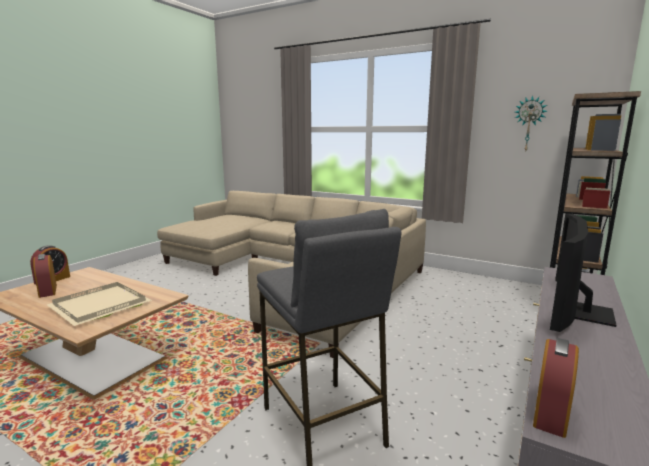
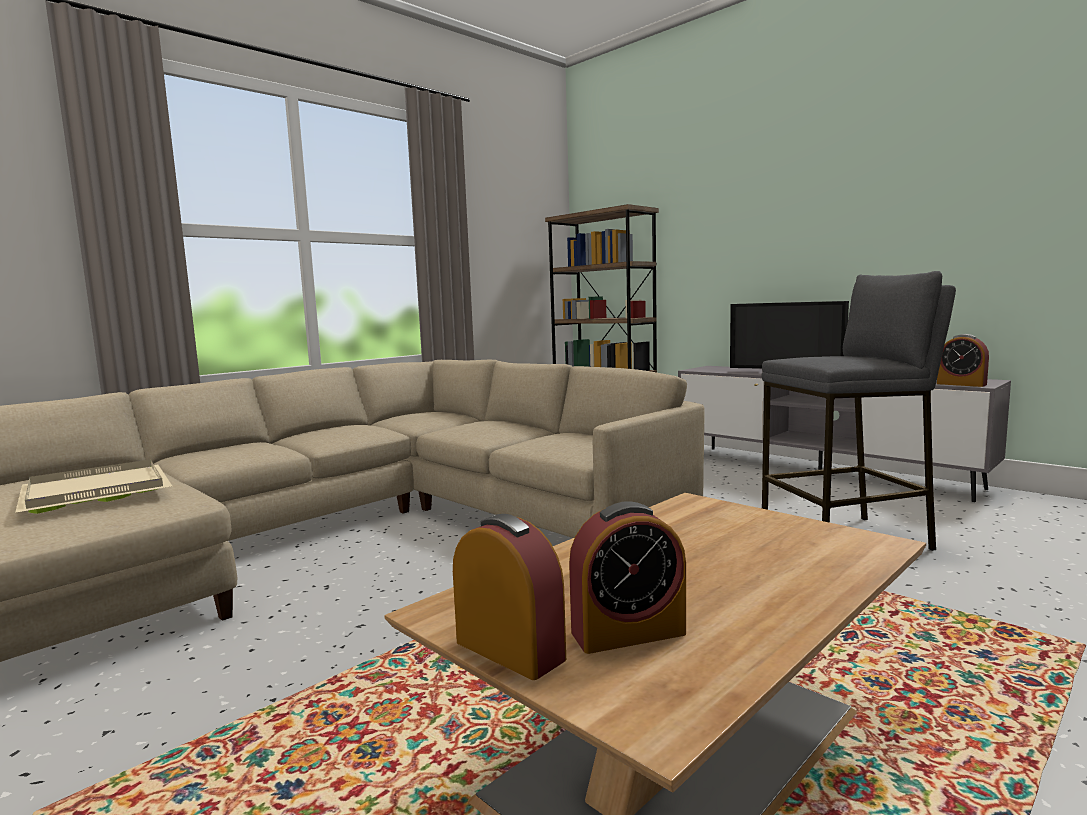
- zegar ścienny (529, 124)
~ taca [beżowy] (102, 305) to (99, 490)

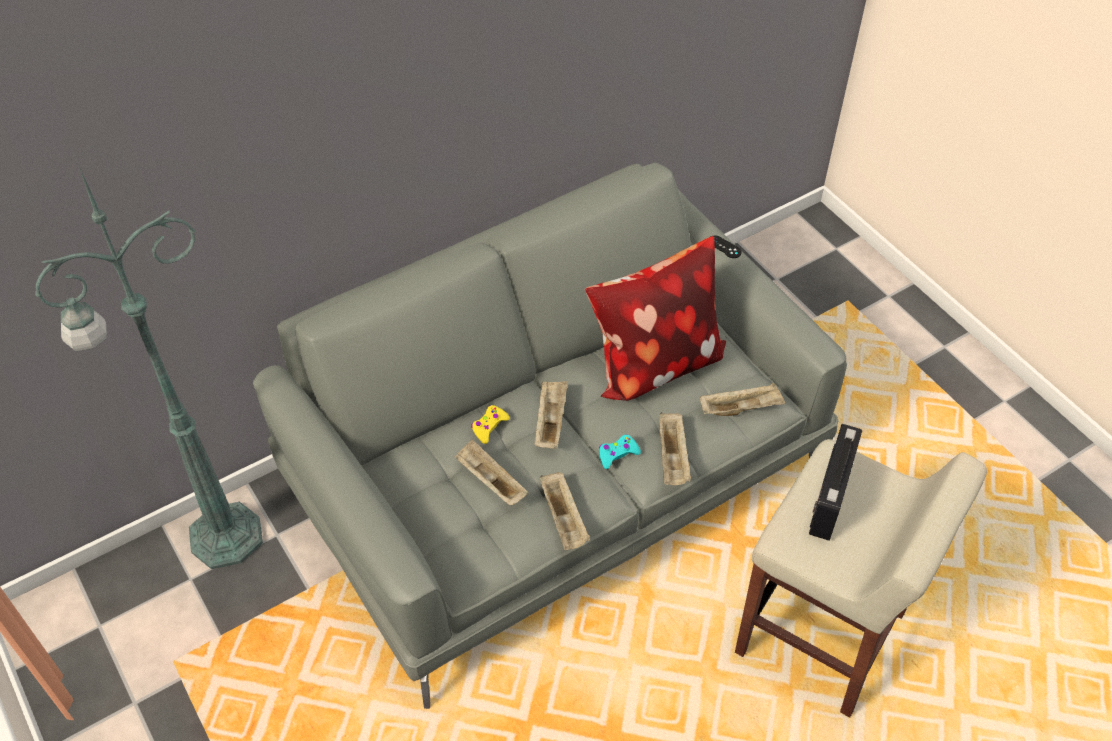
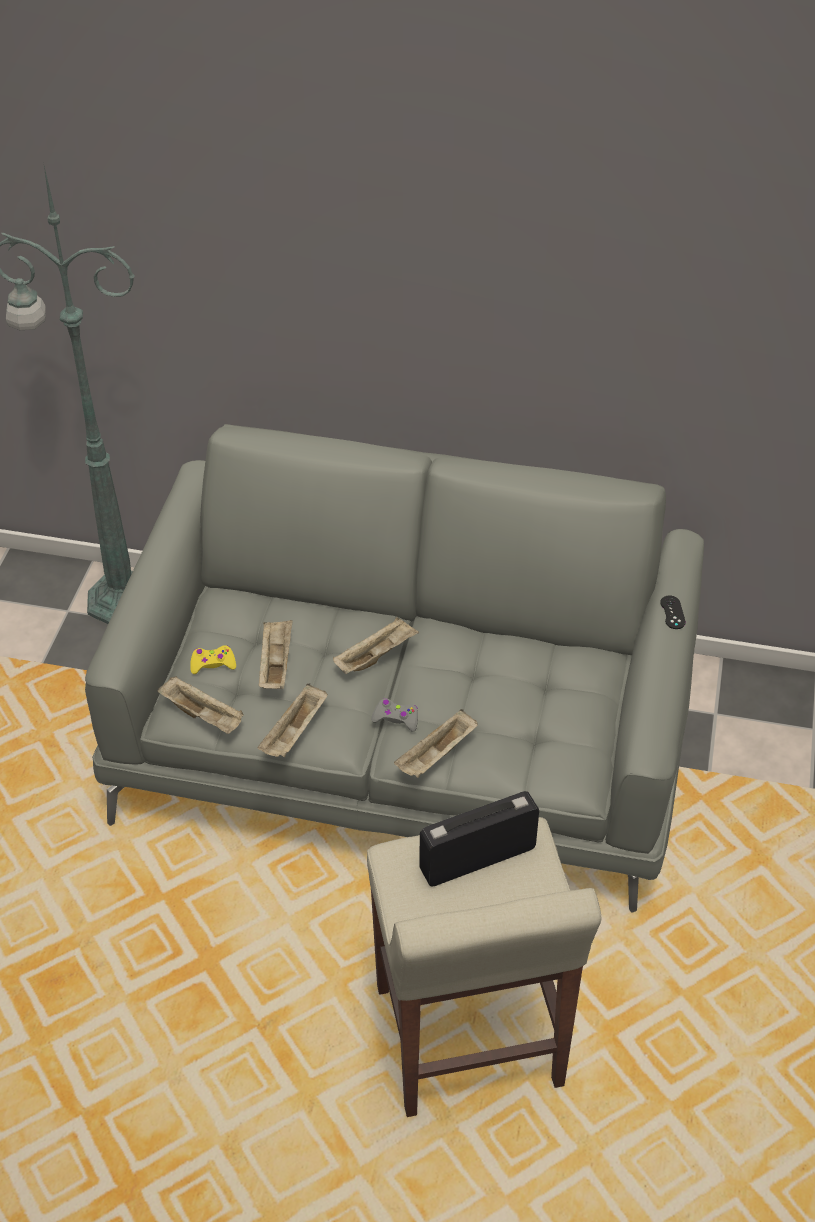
- poduszka (654, 363)
~ pad do gier [żółty] (489, 427) to (213, 664)
~ taca [beżowy] (741, 408) to (203, 716)
~ pad do gier [turkusowy] (617, 454) to pad do gier [szary] (396, 718)

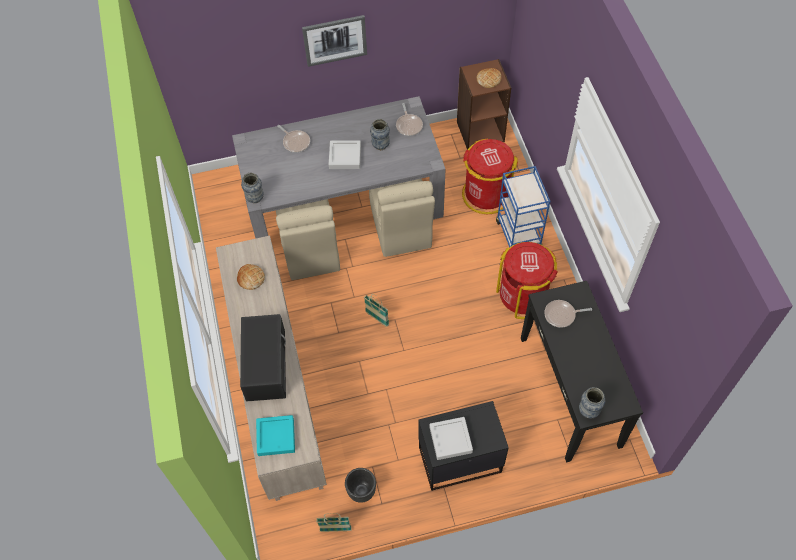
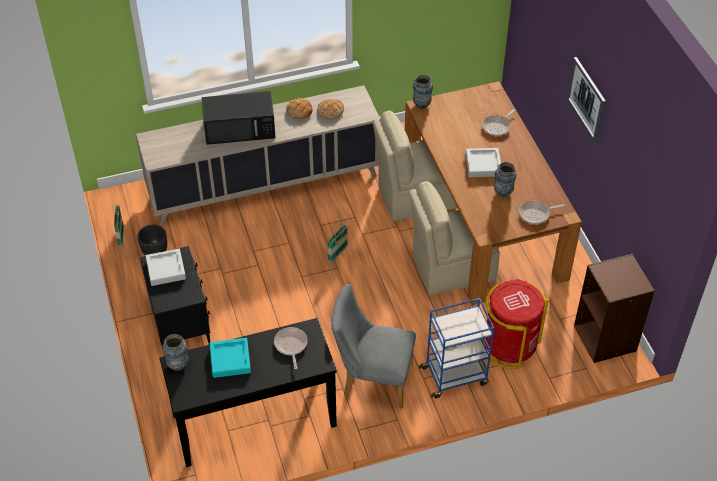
~ taca [turkusowy] (276, 437) to (230, 360)
~ chleb (488, 79) to (299, 110)
~ kosz na śmieci [czerwony] (523, 296) to krzesło [szary] (372, 379)
~ stół jadalny [szary] (343, 200) to stół jadalny [brązowy] (482, 218)

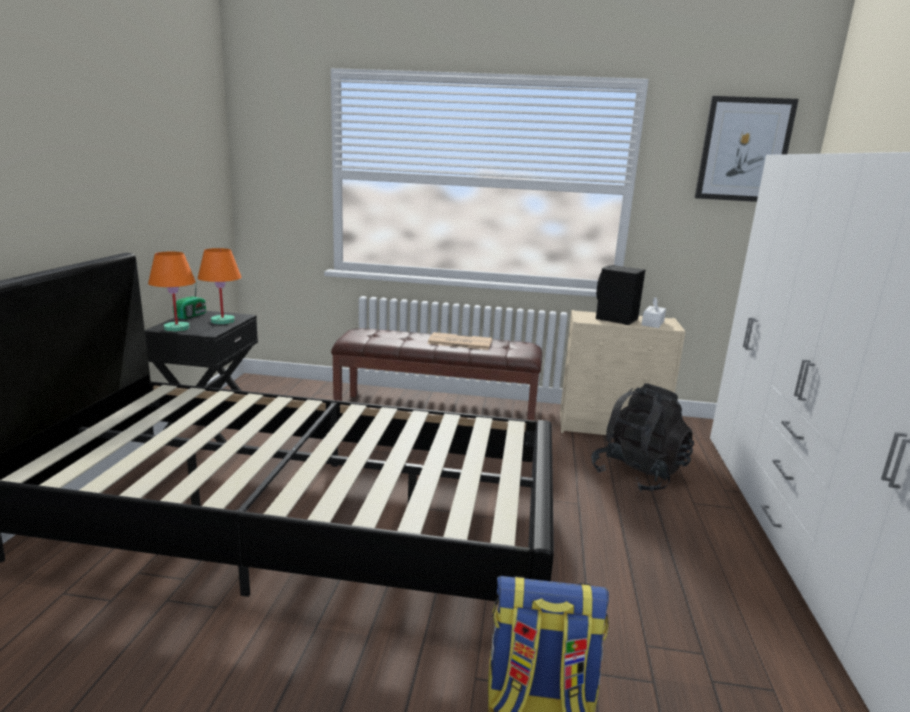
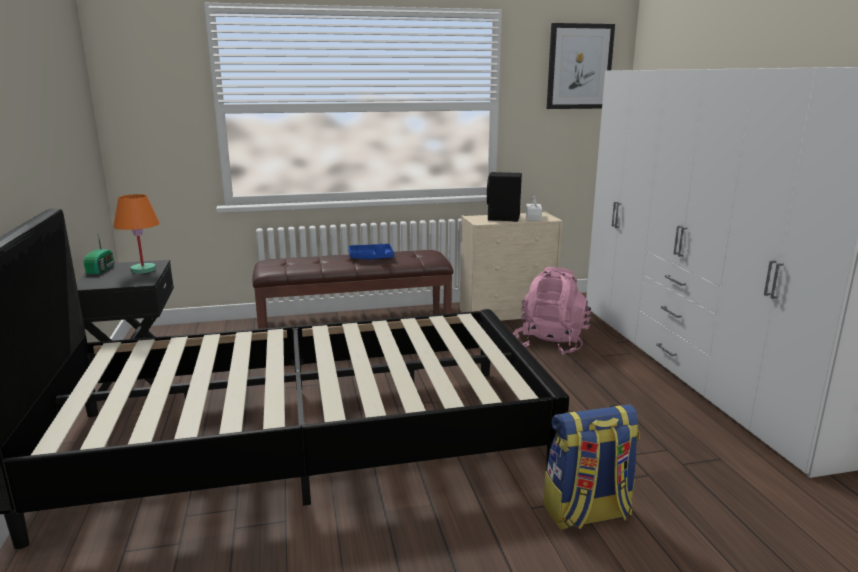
- lampa stołowa [pomarańczowy] (176, 328)
~ gazeta (459, 342) to taca [niebieski] (371, 258)
~ plecak [czarny] (638, 474) to plecak [różowy] (550, 344)

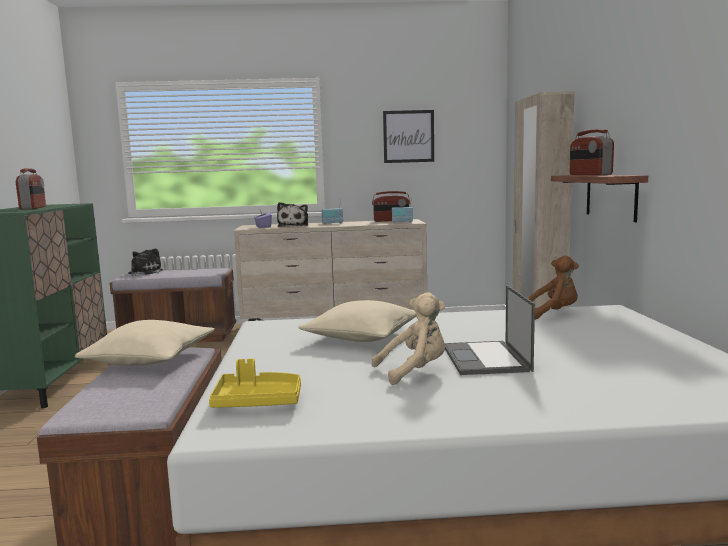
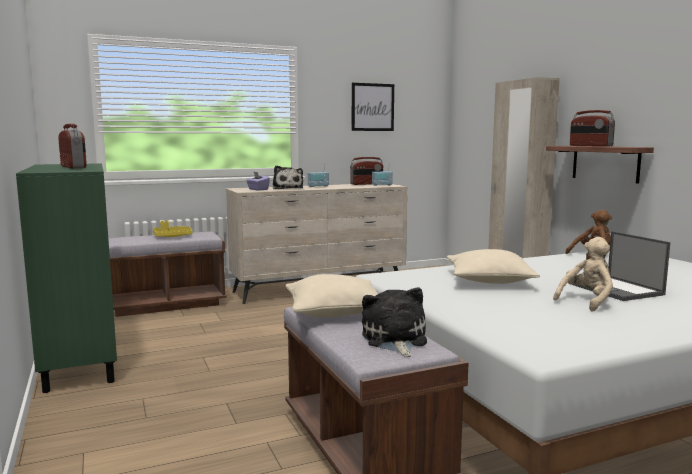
~ pluszak (144, 273) to (394, 340)
~ taca [żółty] (257, 401) to (172, 236)

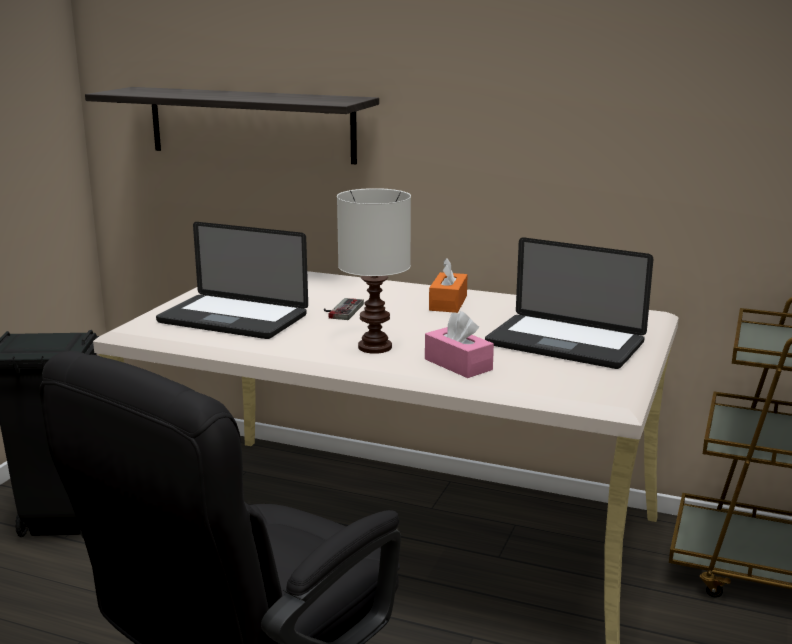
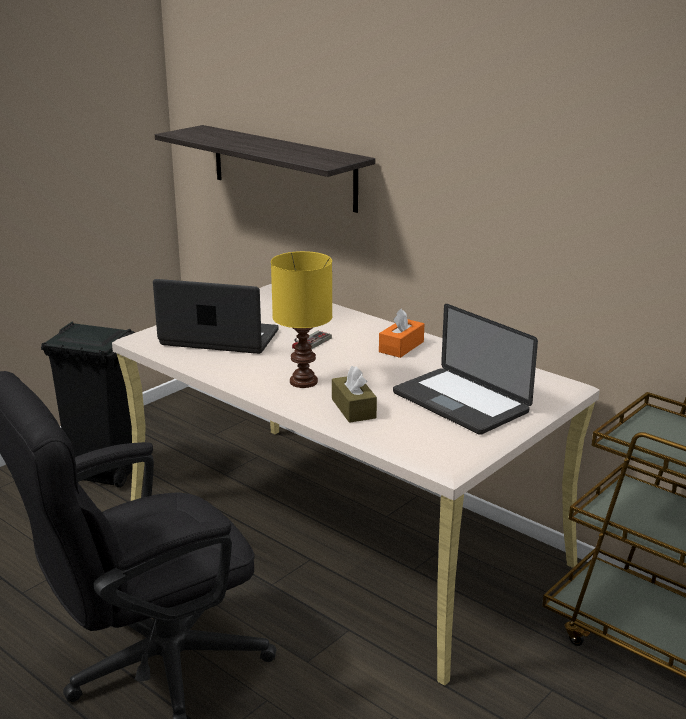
~ lampa stołowa [biały] (373, 347) to lampa stołowa [żółty] (302, 382)
~ pudełko chusteczek [różowy] (458, 364) to pudełko chusteczek [brązowy] (353, 408)
~ laptop (233, 319) = (219, 338) 150 degrees clockwise

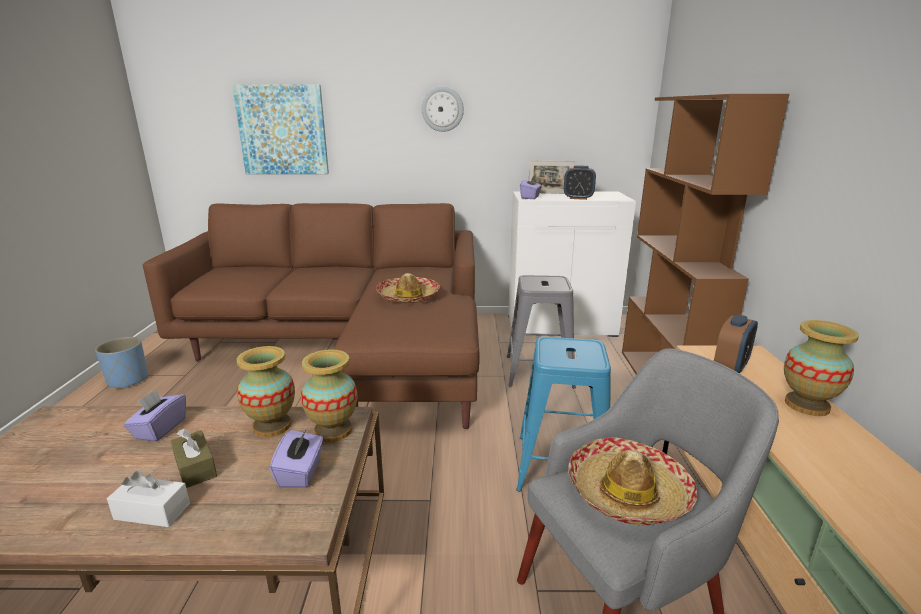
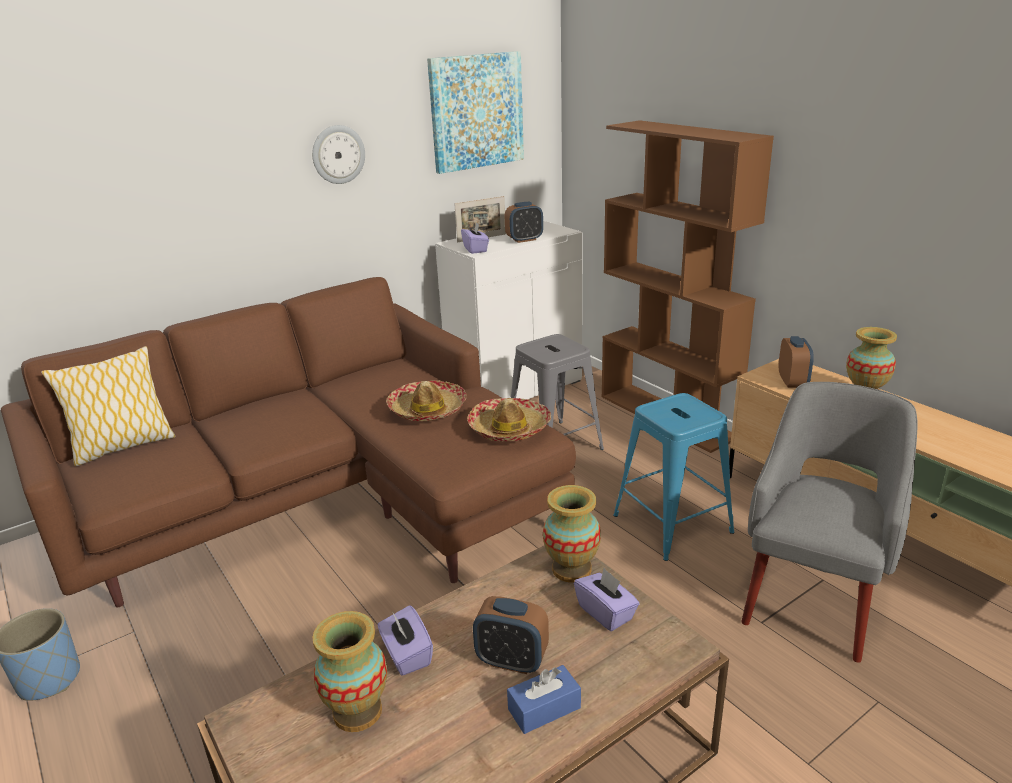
+ poduszka (123, 446)
~ obraz (283, 130) to (476, 111)
~ wazon (272, 426) to (357, 712)
~ kapelusz (628, 492) to (509, 428)
~ pudełko chusteczek [brązowy] (195, 467) to budzik (512, 661)
~ pudełko chusteczek [biały] (152, 511) to pudełko chusteczek [niebieski] (544, 708)

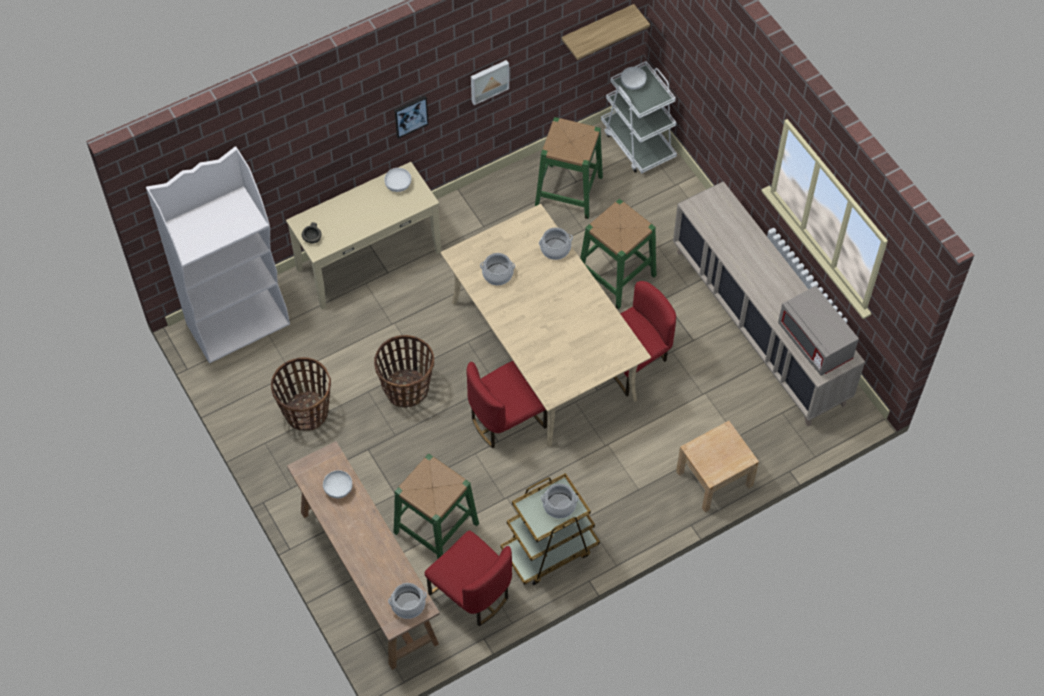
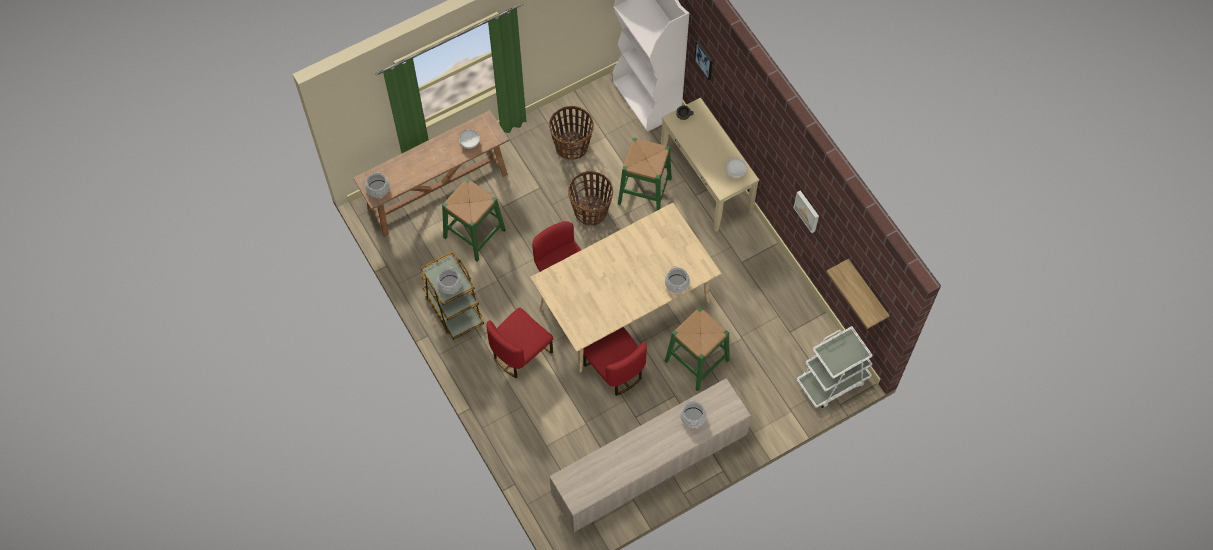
- miska [biały] (633, 83)
- szafka nocna [beżowy] (714, 478)
- mikrofalówka [szary] (815, 342)
~ obraz (410, 115) to (704, 59)
~ krzesło [czerwony] (471, 593) to (520, 353)
~ garnek (497, 274) to (692, 417)
~ stołek [zielony] (569, 190) to (644, 191)

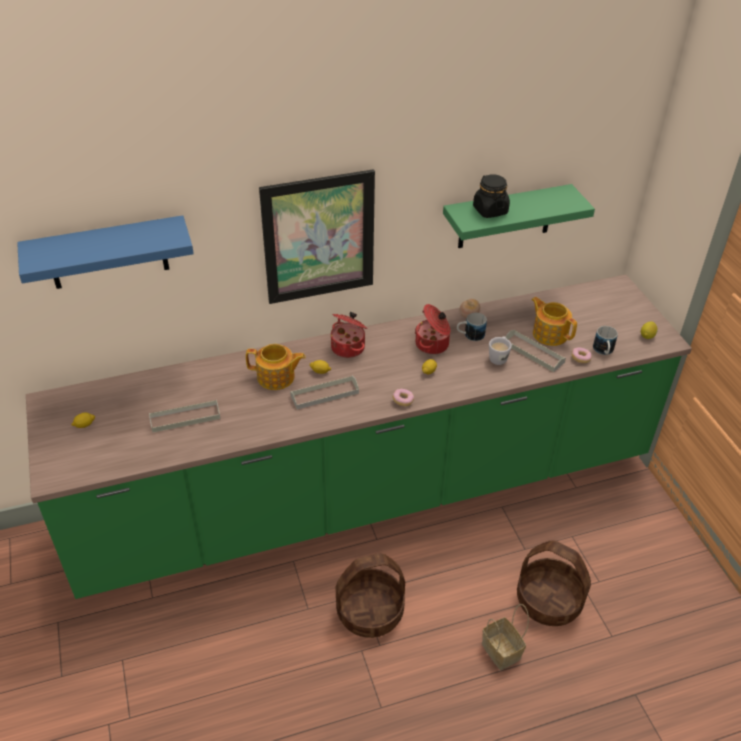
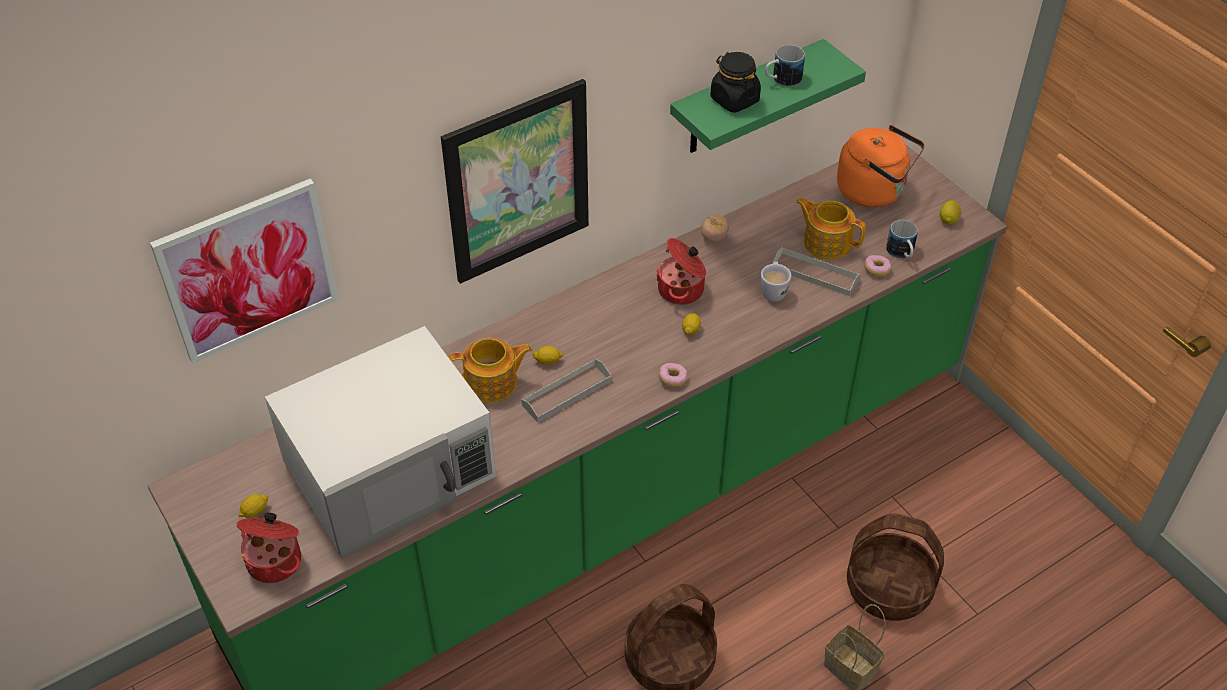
+ czajnik [pomarańczowy] (874, 191)
~ garnek (349, 347) to (276, 560)
~ kubek (470, 335) to (781, 80)
~ półka [niebieski] (108, 253) to obraz (248, 270)
~ taca [szary] (185, 418) to mikrofalówka [biały] (391, 469)

